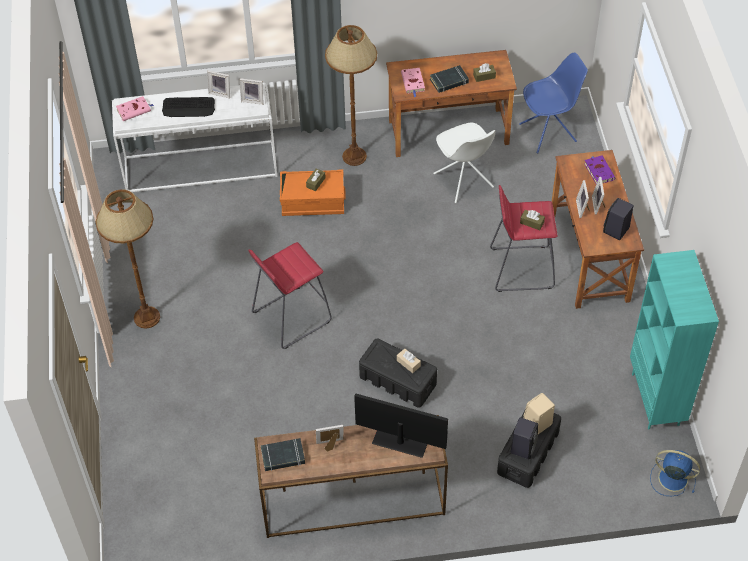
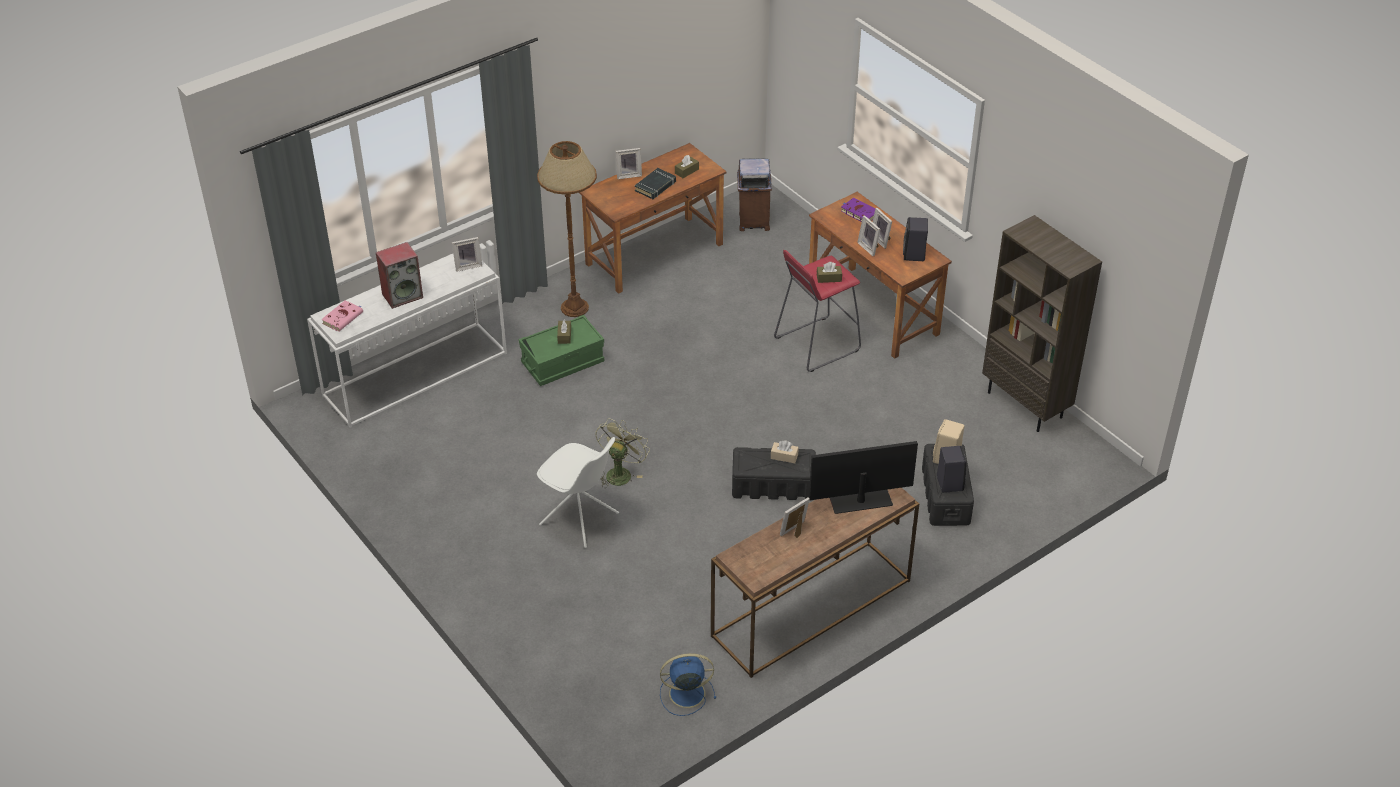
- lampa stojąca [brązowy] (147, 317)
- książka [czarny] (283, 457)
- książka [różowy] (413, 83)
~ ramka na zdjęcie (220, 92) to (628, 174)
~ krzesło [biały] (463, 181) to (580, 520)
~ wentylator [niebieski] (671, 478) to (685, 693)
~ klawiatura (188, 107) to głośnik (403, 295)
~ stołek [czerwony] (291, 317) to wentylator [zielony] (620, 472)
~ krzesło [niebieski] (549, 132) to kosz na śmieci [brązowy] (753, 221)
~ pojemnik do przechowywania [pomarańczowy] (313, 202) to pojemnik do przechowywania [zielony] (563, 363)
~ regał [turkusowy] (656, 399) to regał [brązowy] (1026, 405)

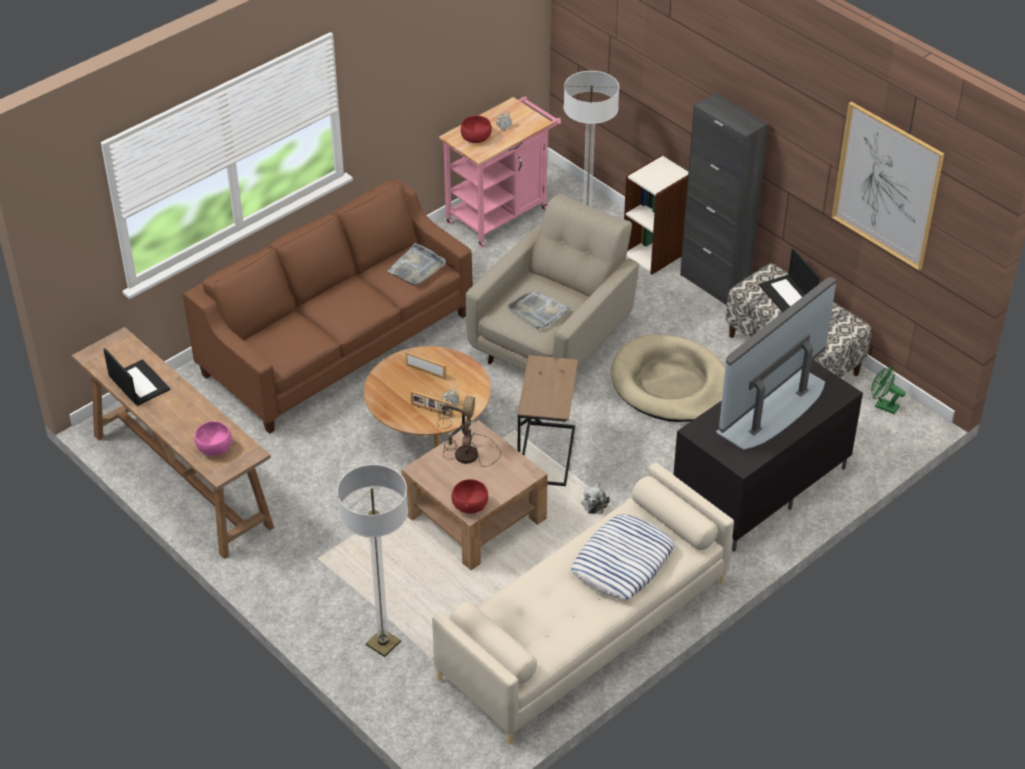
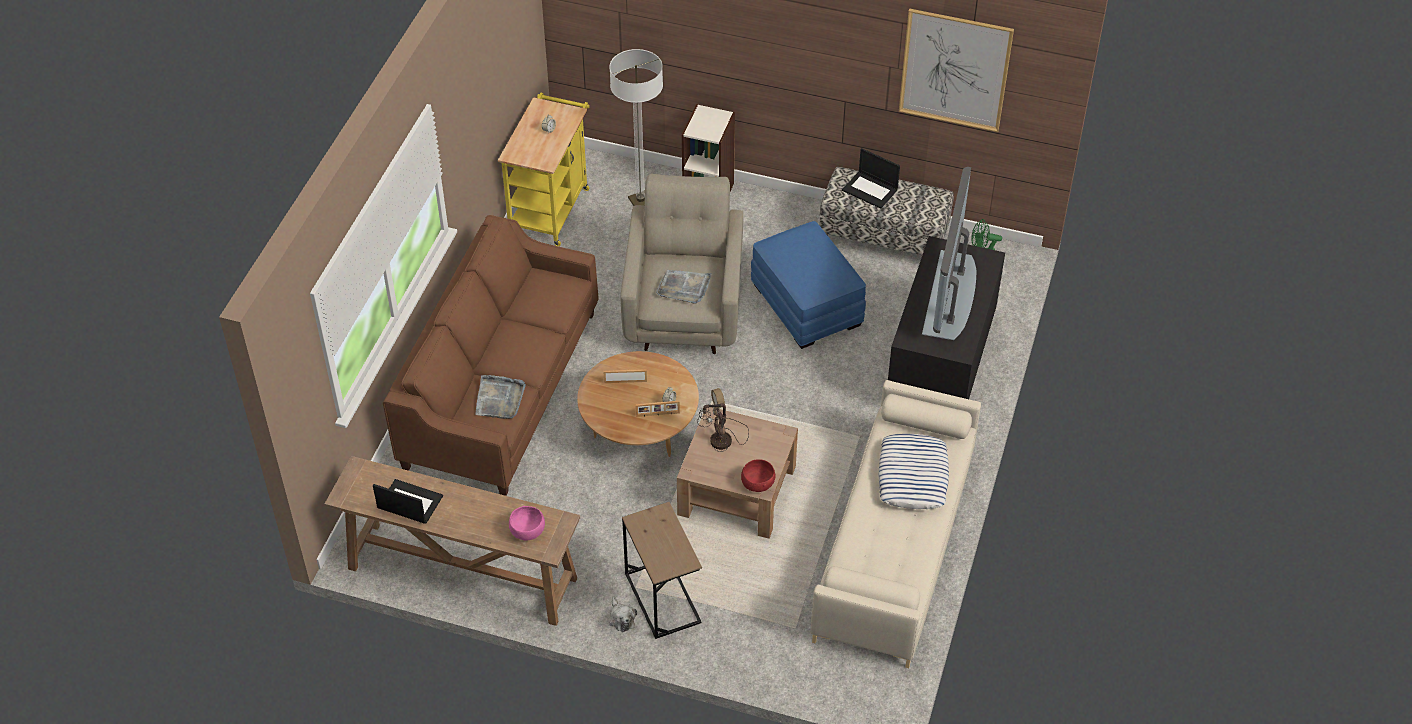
- lampa stojąca (383, 643)
- miska [czerwony] (475, 139)
- szafka [czarny] (714, 284)
~ taca [szary] (417, 267) to (499, 399)
~ stolik [brązowy] (546, 454) to (662, 598)
~ pluszak (594, 502) to (621, 618)
~ legowisko [beżowy] (670, 384) to pufa [niebieski] (807, 305)
~ wózek [różowy] (501, 213) to wózek [żółty] (551, 207)

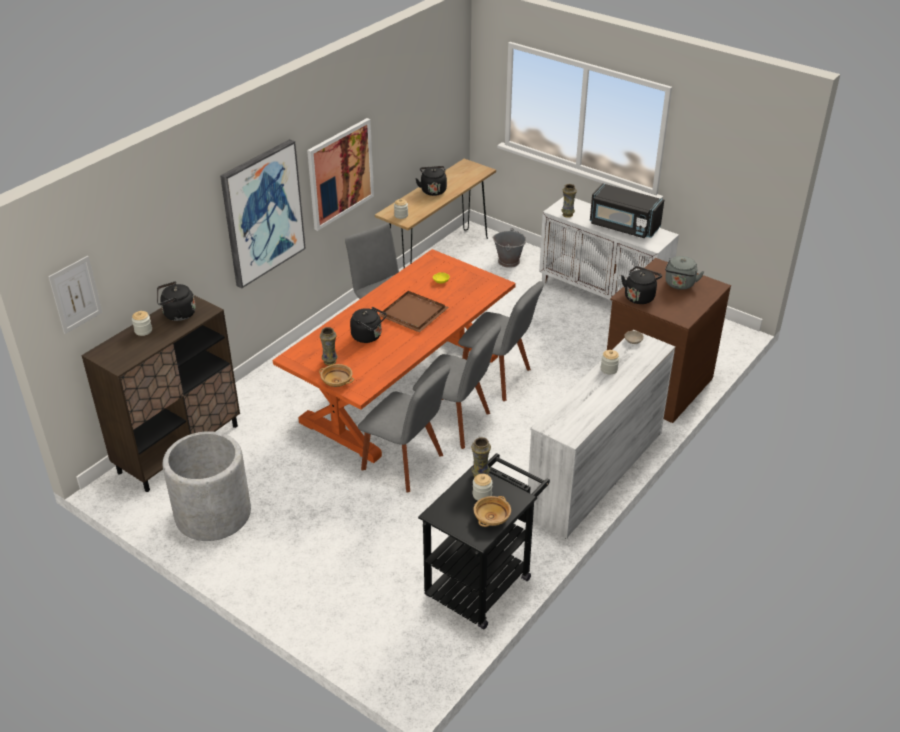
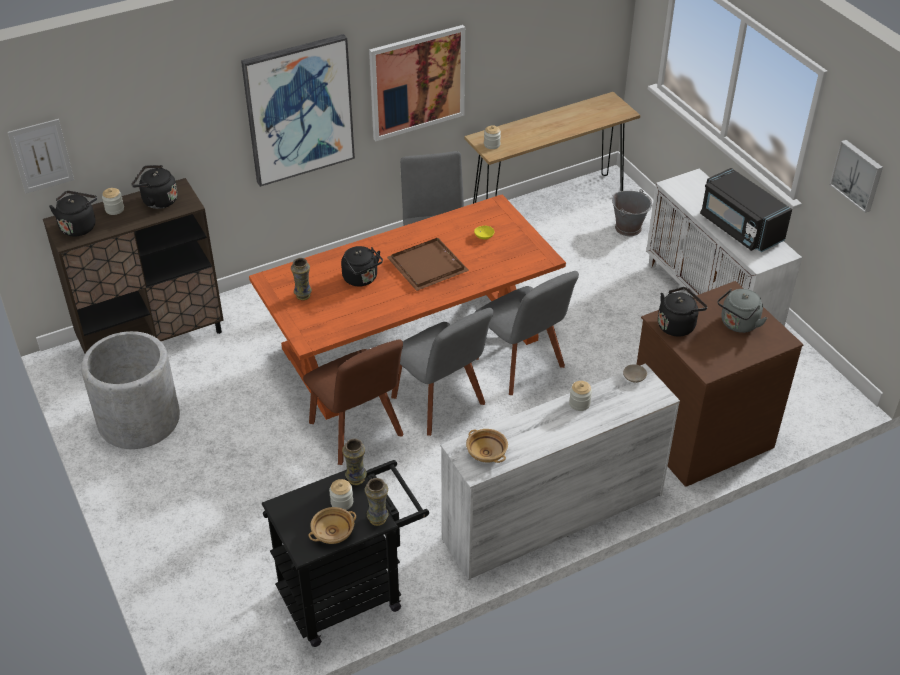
+ obraz (858, 175)
~ miska [beżowy] (337, 381) to (487, 453)
~ czajnik [czarny] (433, 190) to (79, 226)
~ wazon (567, 214) to (378, 518)
~ krzesło [szary] (406, 464) to krzesło [brązowy] (358, 432)

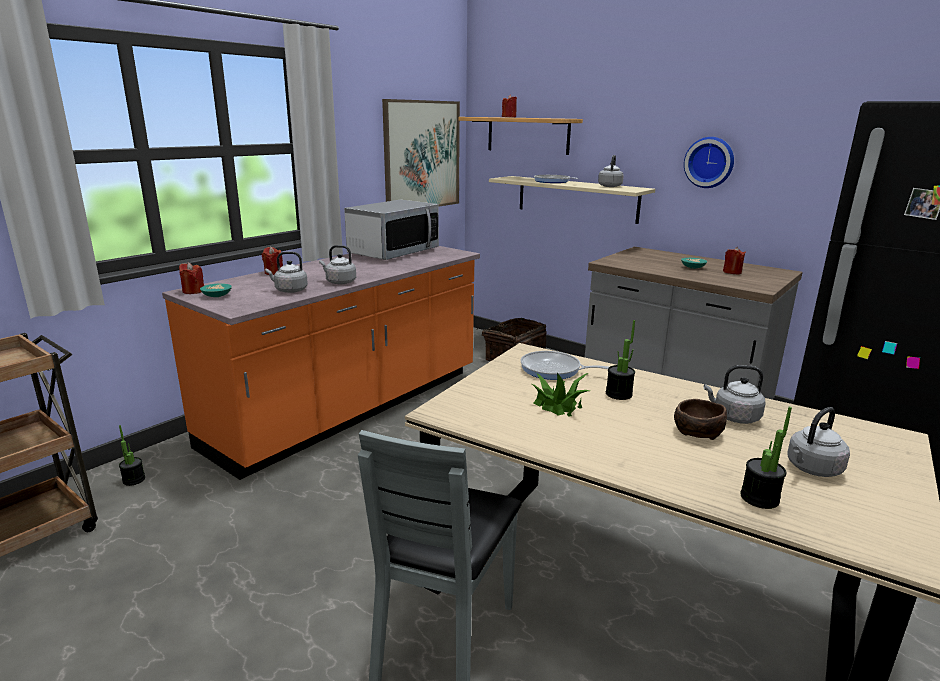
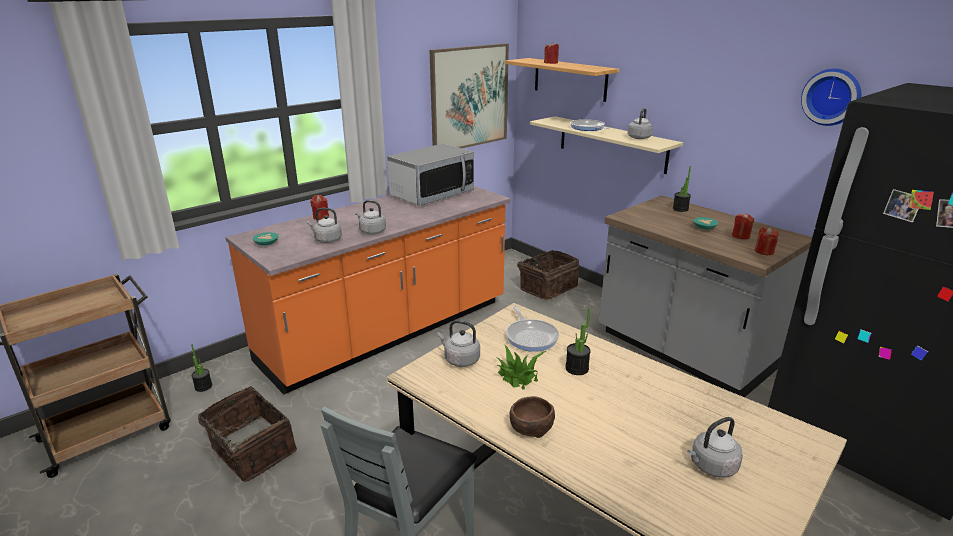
+ koszyk (250, 451)
~ świeca [czerwony] (193, 291) to (764, 251)
~ miska [brązowy] (696, 432) to (530, 427)
~ zegar ścienny (709, 162) to (832, 96)
~ czajnik [szary] (733, 417) to (460, 359)
~ roślina doniczkowa (759, 498) to (680, 209)
~ patelnia (554, 370) = (531, 336) 135 degrees counterclockwise

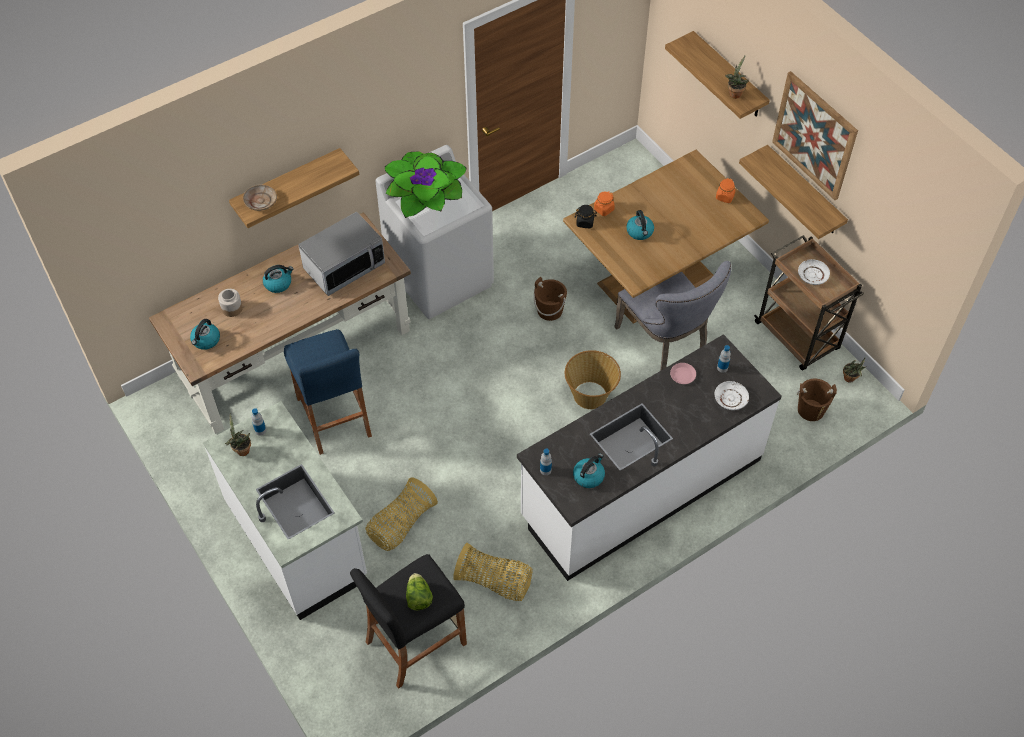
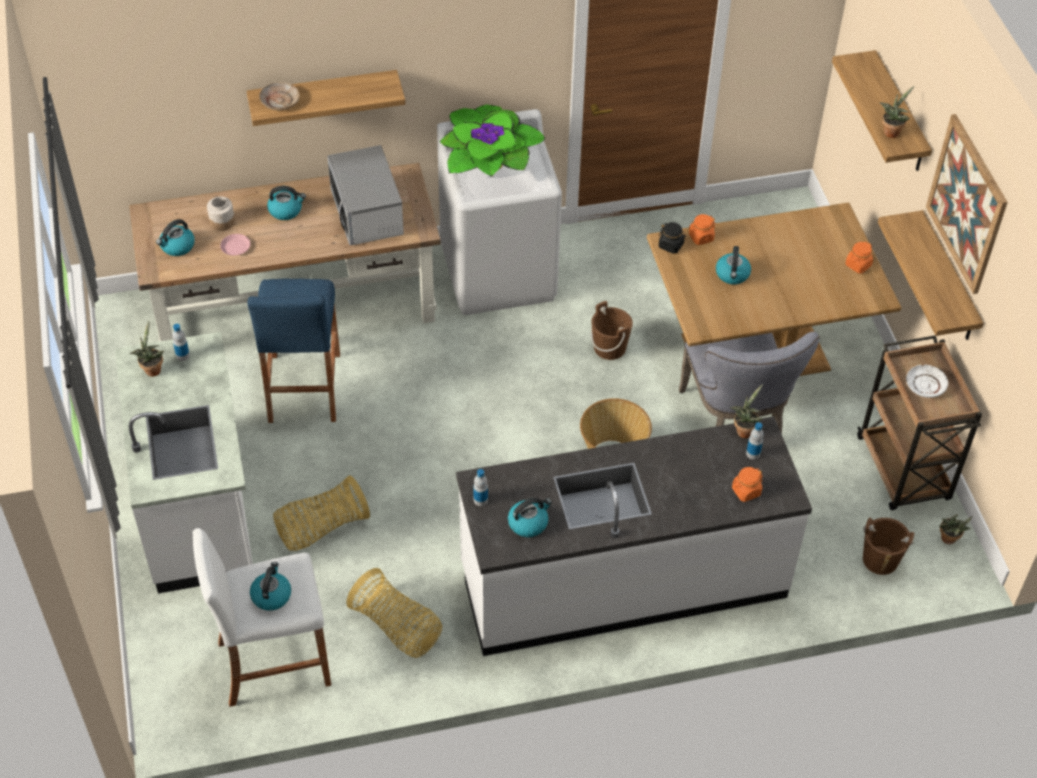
+ roślina doniczkowa (744, 430)
~ talerz [różowy] (683, 375) to (235, 247)
~ sałata (418, 597) to czajnik (271, 595)
~ talerz [biały] (730, 398) to słoik [pomarańczowy] (746, 491)
~ stołek [czarny] (416, 642) to stołek [biały] (274, 662)
~ mikrofalówka (344, 266) = (367, 214) 90 degrees clockwise

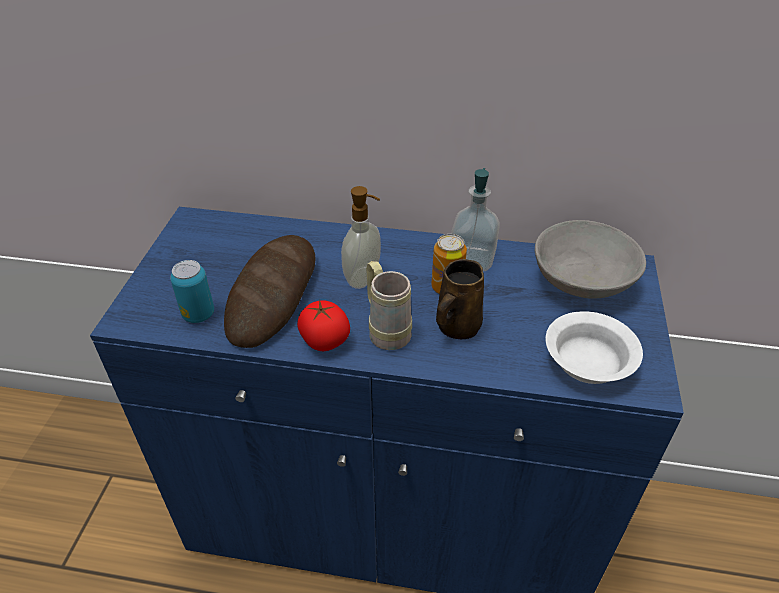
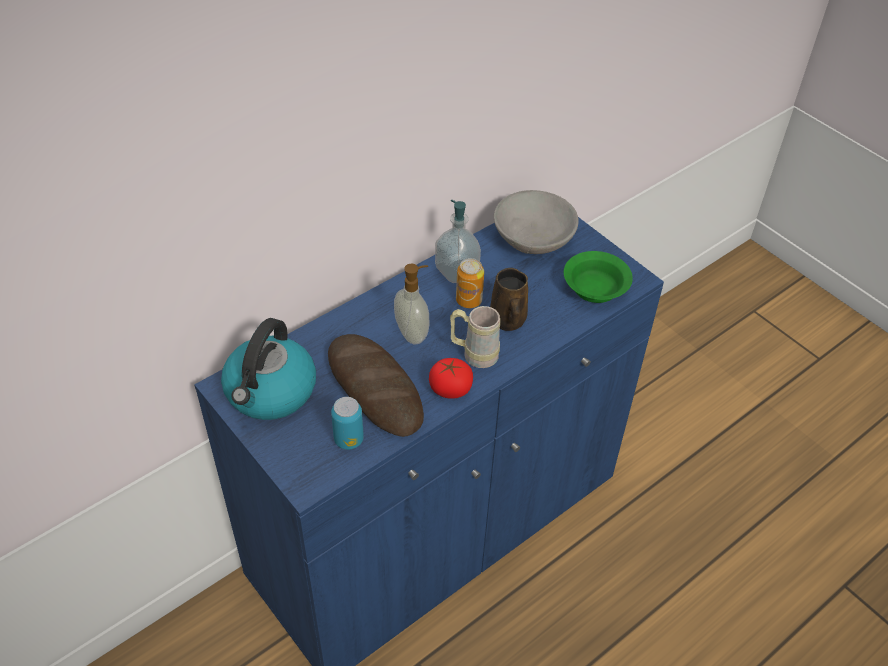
+ czajnik (270, 392)
~ miska [biały] (587, 364) to miska [zielony] (596, 289)

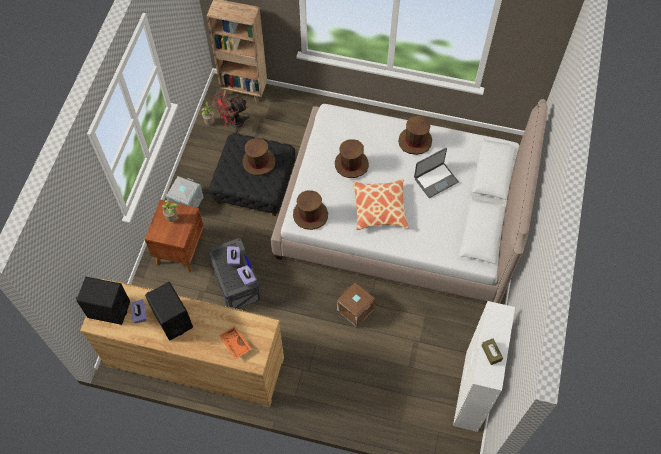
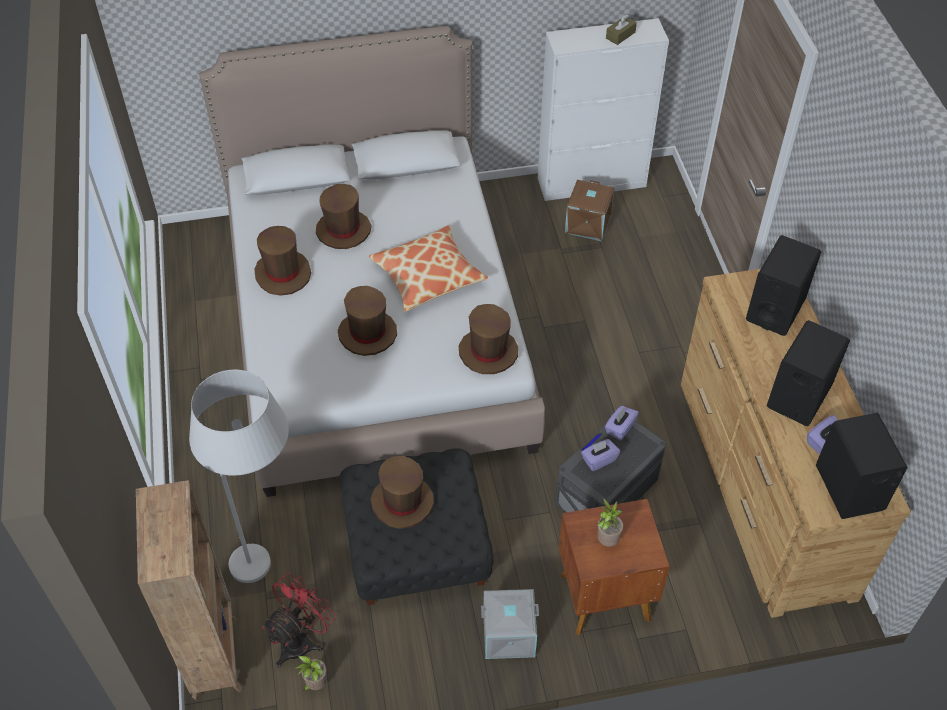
+ lampa stojąca [biały] (272, 555)
~ pojemnik do przechowywania [brązowy] (355, 310) to (588, 224)
~ taca [pomarańczowy] (235, 344) to głośnik [czarny] (775, 309)
~ laptop (435, 180) to kapelusz [brązowy] (343, 230)
~ wentylator [czerwony] (233, 124) = (301, 639) 90 degrees counterclockwise

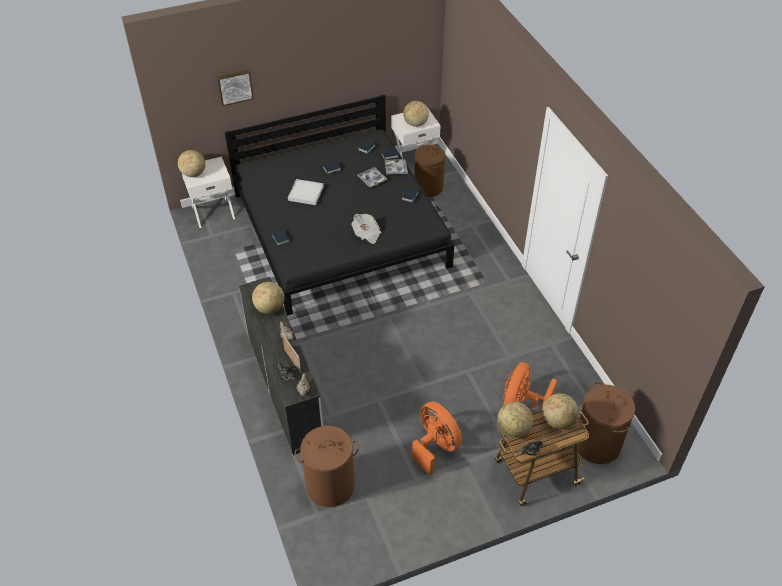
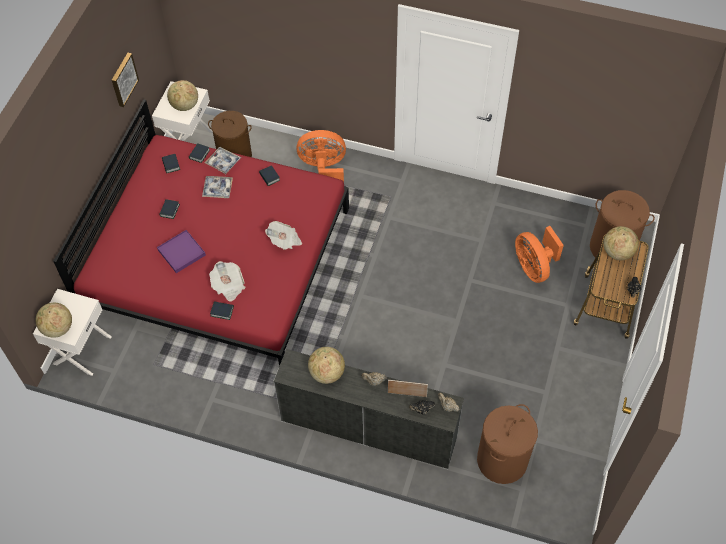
- globus (513, 429)
+ gazeta (228, 286)
~ obraz (235, 87) to (123, 79)
~ wentylator [pomarańczowy] (435, 446) to (324, 169)
~ łóżko [czarny] (340, 230) to łóżko [czerwony] (217, 260)
~ taca [biały] (306, 193) to taca [fioletowy] (181, 252)

